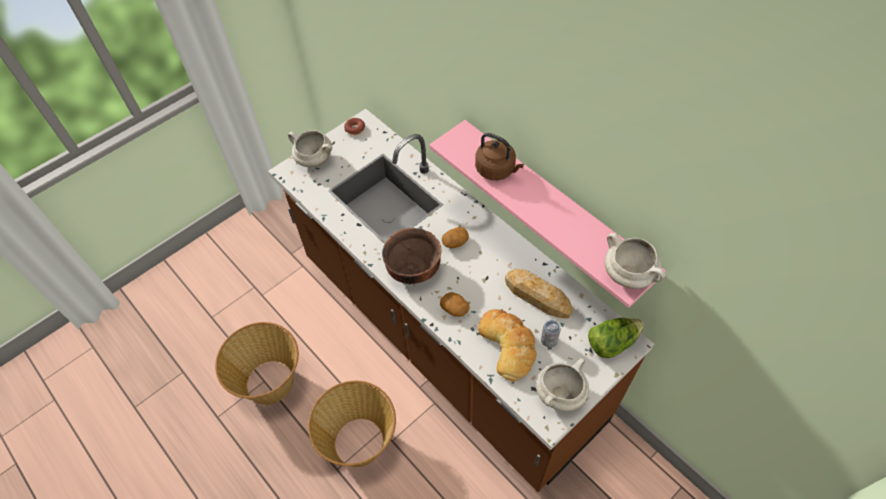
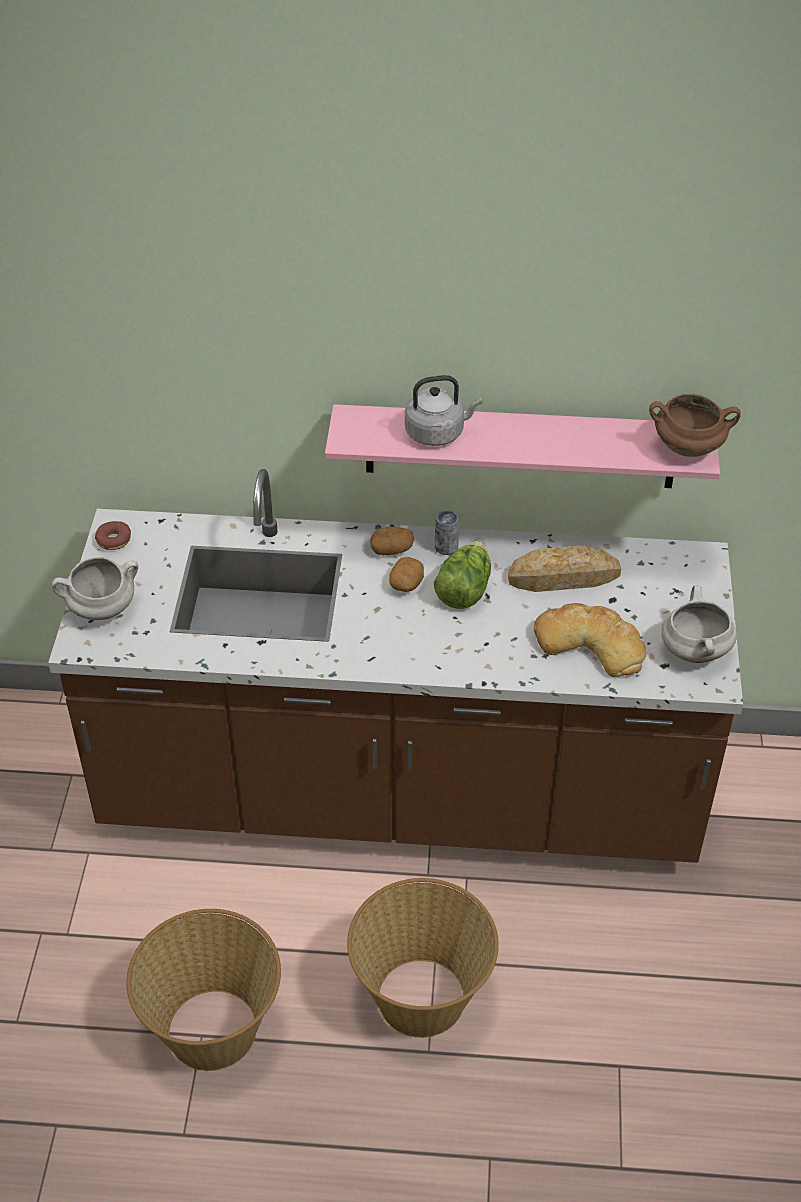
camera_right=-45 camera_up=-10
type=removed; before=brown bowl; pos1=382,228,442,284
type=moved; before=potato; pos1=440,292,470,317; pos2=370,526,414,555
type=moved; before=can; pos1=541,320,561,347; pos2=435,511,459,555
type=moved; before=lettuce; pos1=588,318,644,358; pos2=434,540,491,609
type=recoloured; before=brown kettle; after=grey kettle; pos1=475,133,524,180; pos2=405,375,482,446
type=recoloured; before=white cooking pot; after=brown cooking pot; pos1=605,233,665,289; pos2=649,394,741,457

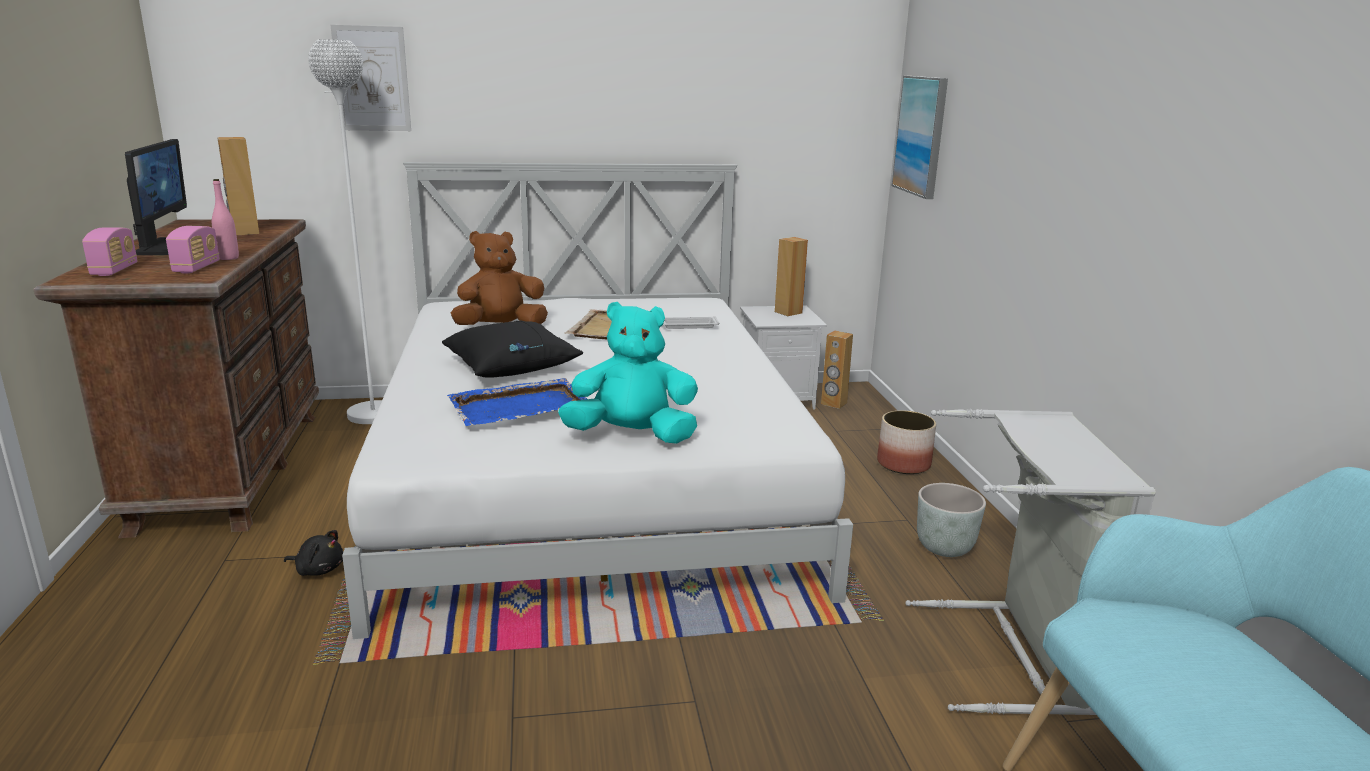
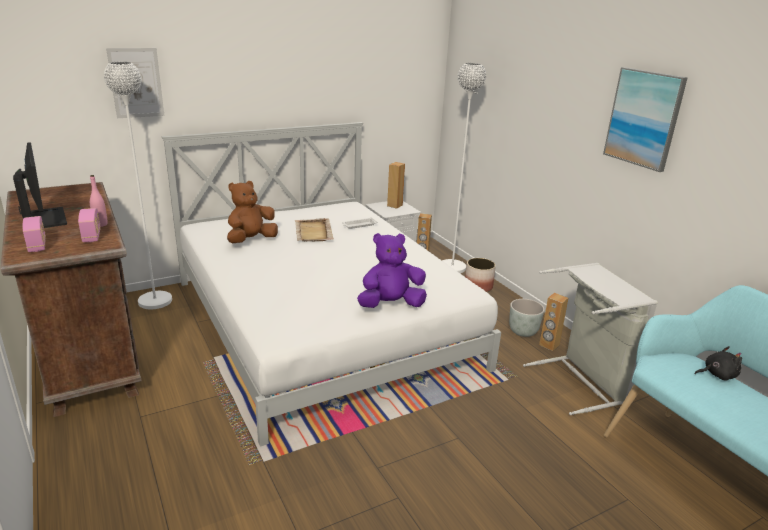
camera_right=-20 camera_up=5
type=removed; before=black pillow; pos1=442,321,583,378
type=removed; before=blue tray; pos1=447,378,587,426
type=added; after=white floor lamp; pos2=442,63,486,273
type=moved; before=brown speaker; pos1=217,137,259,235; pos2=539,293,568,351
type=moved; before=black plush toy; pos1=284,530,343,576; pos2=695,346,742,381
type=moved; before=picture; pos1=892,76,948,199; pos2=603,67,688,172
type=recoloured; before=turquoise plush toy; after=purple plush toy; pos1=558,302,698,444; pos2=357,233,427,308

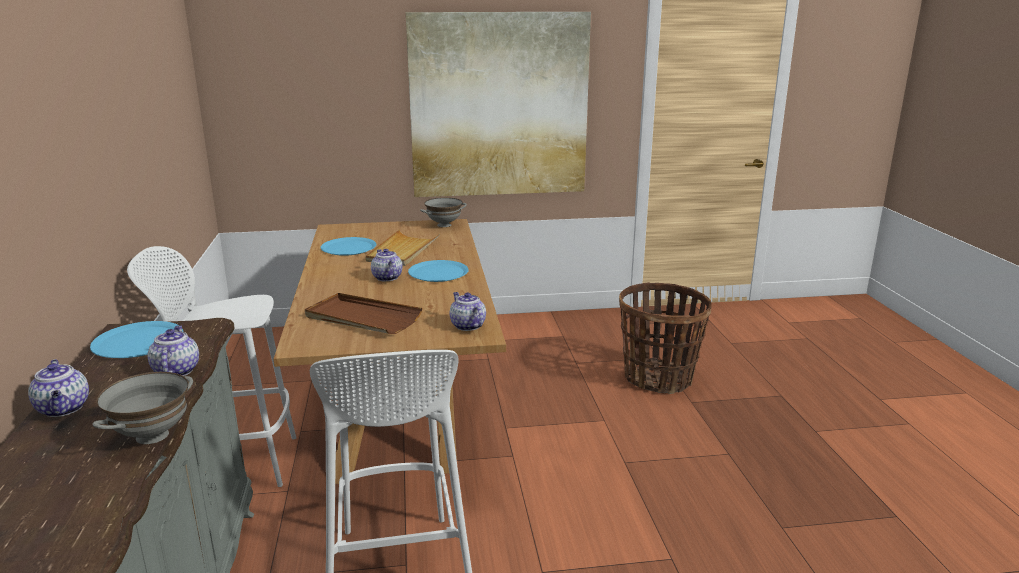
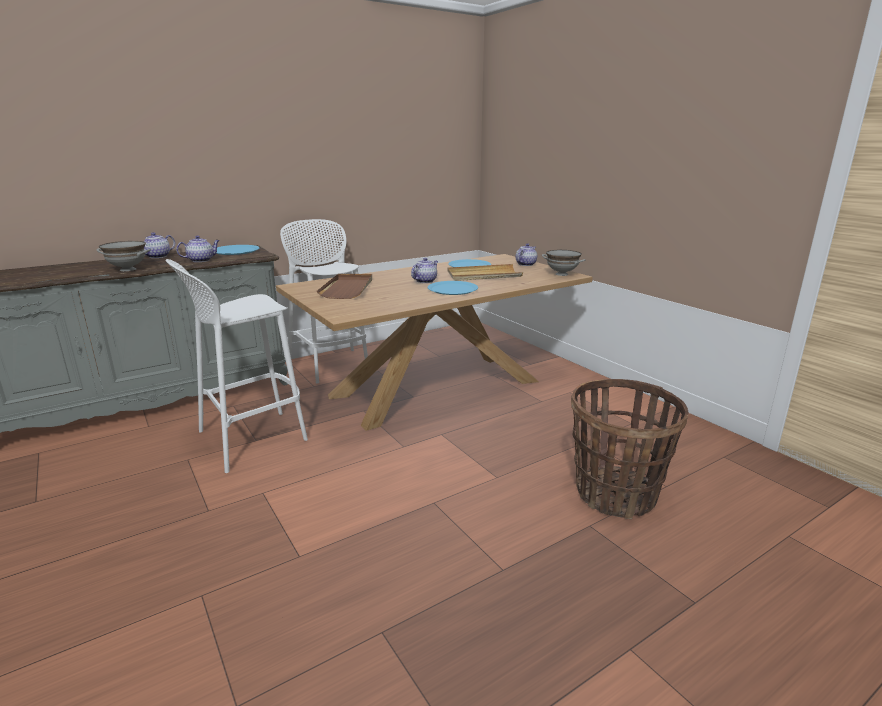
camera_right=65 camera_up=0
type=removed; before=picture; pos1=406,12,591,197
type=moved; before=teapot; pos1=449,292,486,331; pos2=516,243,537,266

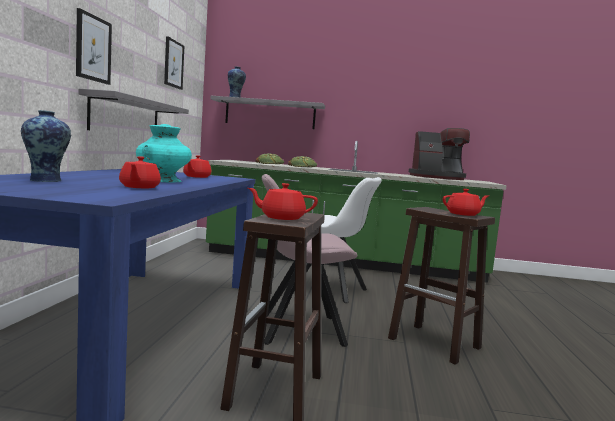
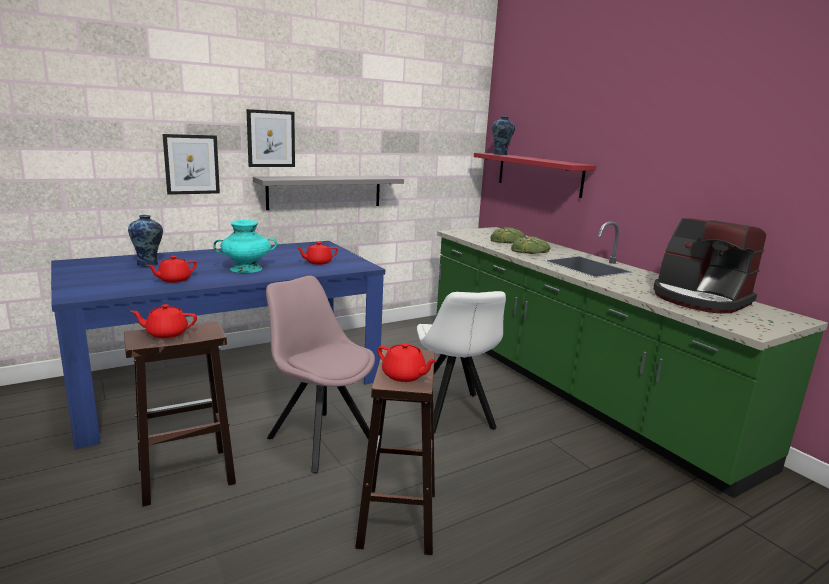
camera_right=50 camera_up=10
type=moved; before=picture; pos1=164,36,184,90; pos2=162,134,220,195
type=recoloured; before=grey shelf; after=red shelf; pos1=210,96,325,129; pos2=474,153,596,198
type=turned; before=red teapot; pos1=248,183,318,220; pos2=130,304,197,338; turn=-60

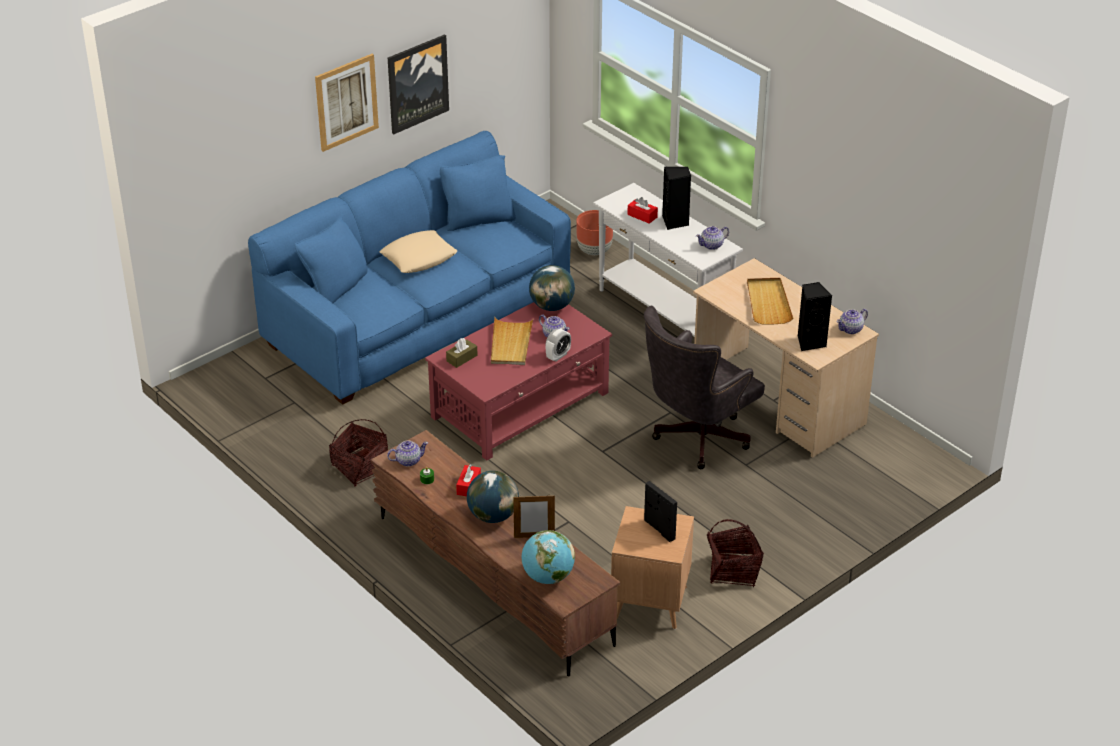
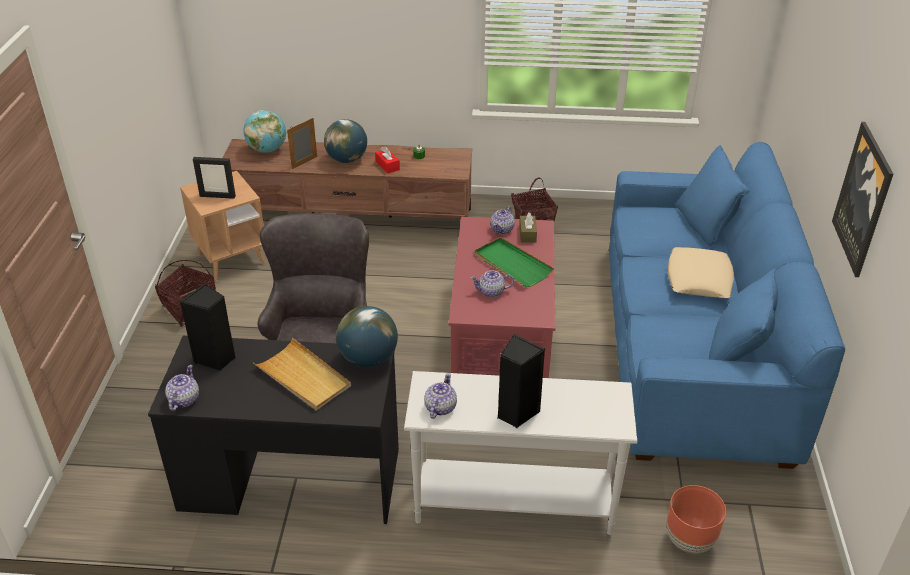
camera_right=135 camera_up=0
type=removed; before=picture; pos1=315,54,379,152
type=removed; before=alarm clock; pos1=545,329,571,362
type=removed; before=red tissue box; pos1=627,197,658,224
type=moved; before=teapot; pos1=387,441,428,467; pos2=491,206,515,234
type=moved; before=globe; pos1=529,265,575,311; pos2=336,306,398,367
type=recoloured; before=beige tray; after=green tray; pos1=491,317,533,365; pos2=474,237,554,287
type=recoloured; before=beige desk; after=black desk; pos1=693,258,879,458; pos2=148,336,399,524

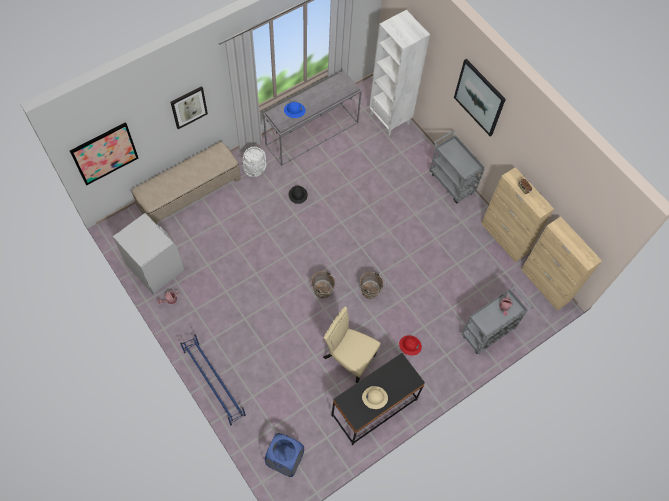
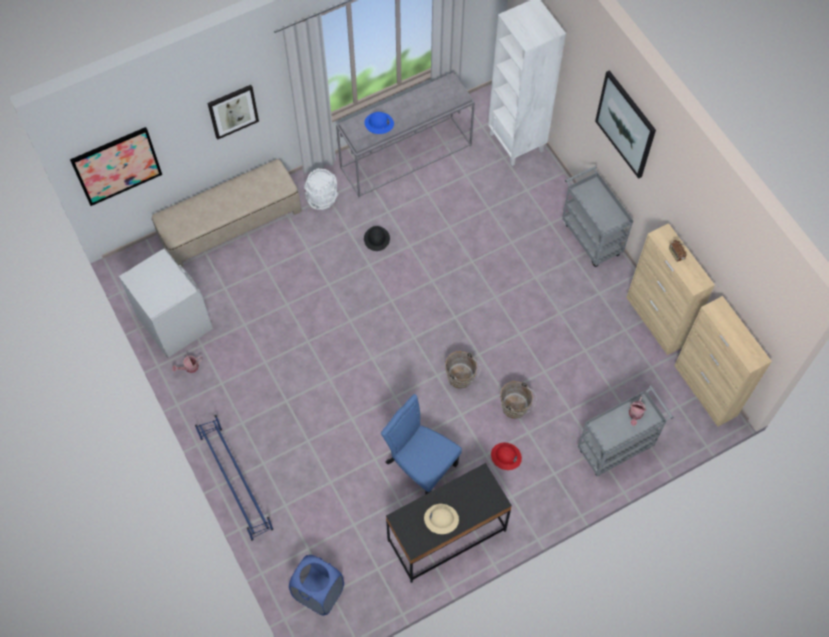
camera_right=10 camera_up=0
type=moved; before=brown bucket; pos1=311,271,338,298; pos2=500,381,537,419
type=recoloured; before=beige chair; after=blue chair; pos1=323,306,381,383; pos2=381,394,462,495

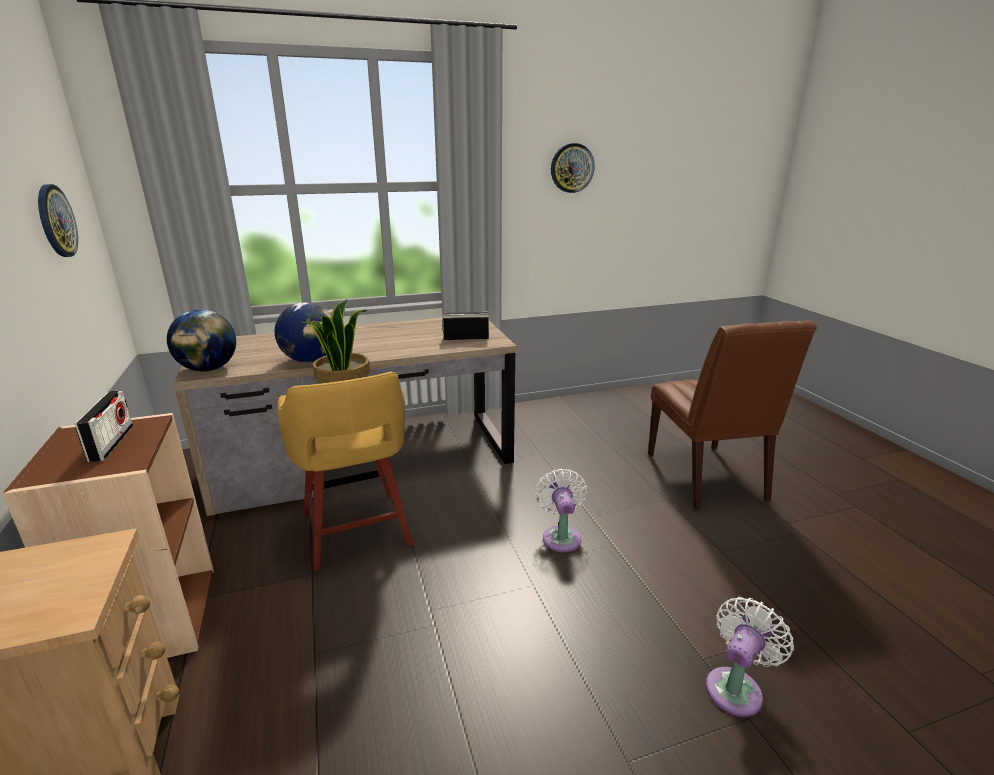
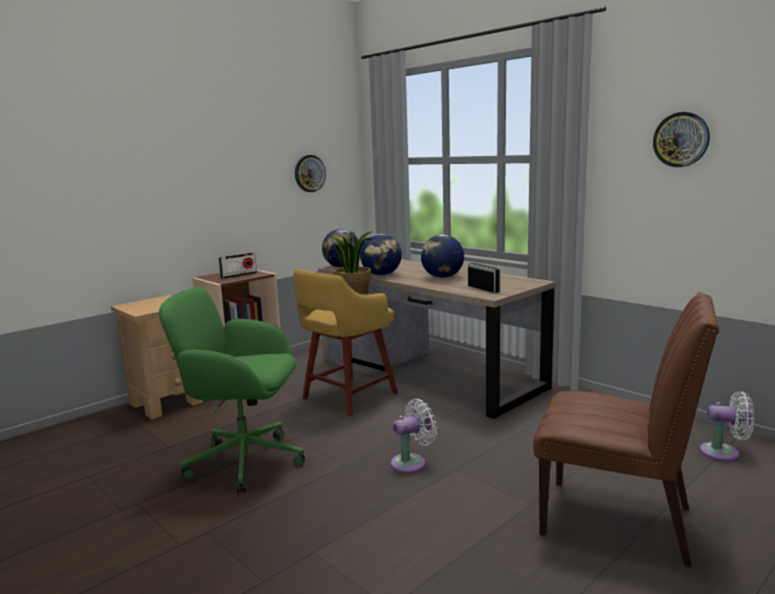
camera_right=65 camera_up=-10
type=added; after=green office chair; pos2=159,287,305,493
type=added; after=globe; pos2=421,235,464,278
type=moved; before=white fan; pos1=706,597,794,717; pos2=700,391,754,461
type=turned; before=brown chair; pos1=648,320,817,510; pos2=533,292,719,567; turn=-120

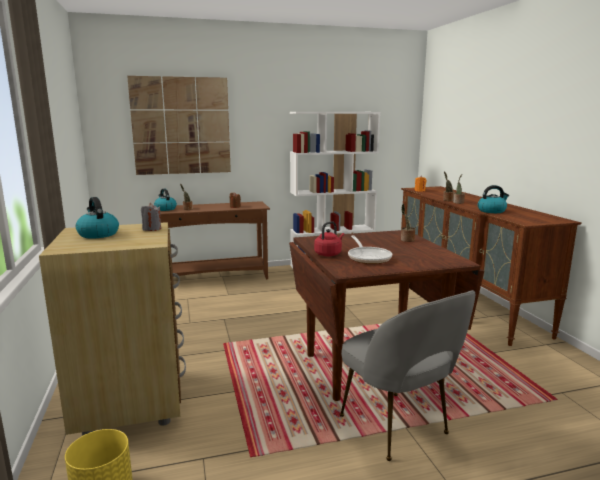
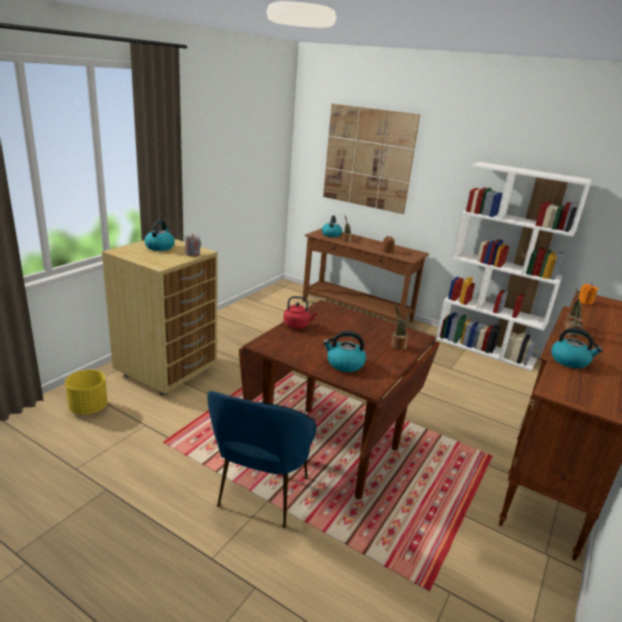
camera_right=45 camera_up=10
type=removed; before=frying pan; pos1=348,235,392,264
type=added; after=kettle; pos2=323,331,366,372
type=recoloured; before=grey chair; after=blue chair; pos1=340,290,475,461; pos2=207,391,316,528

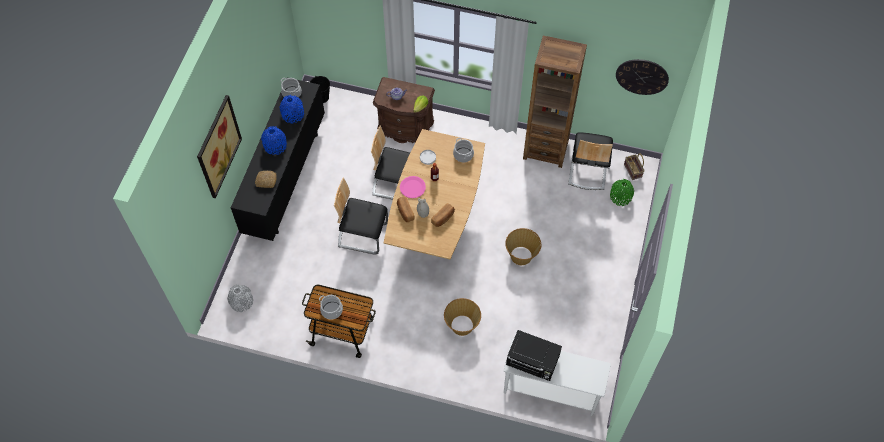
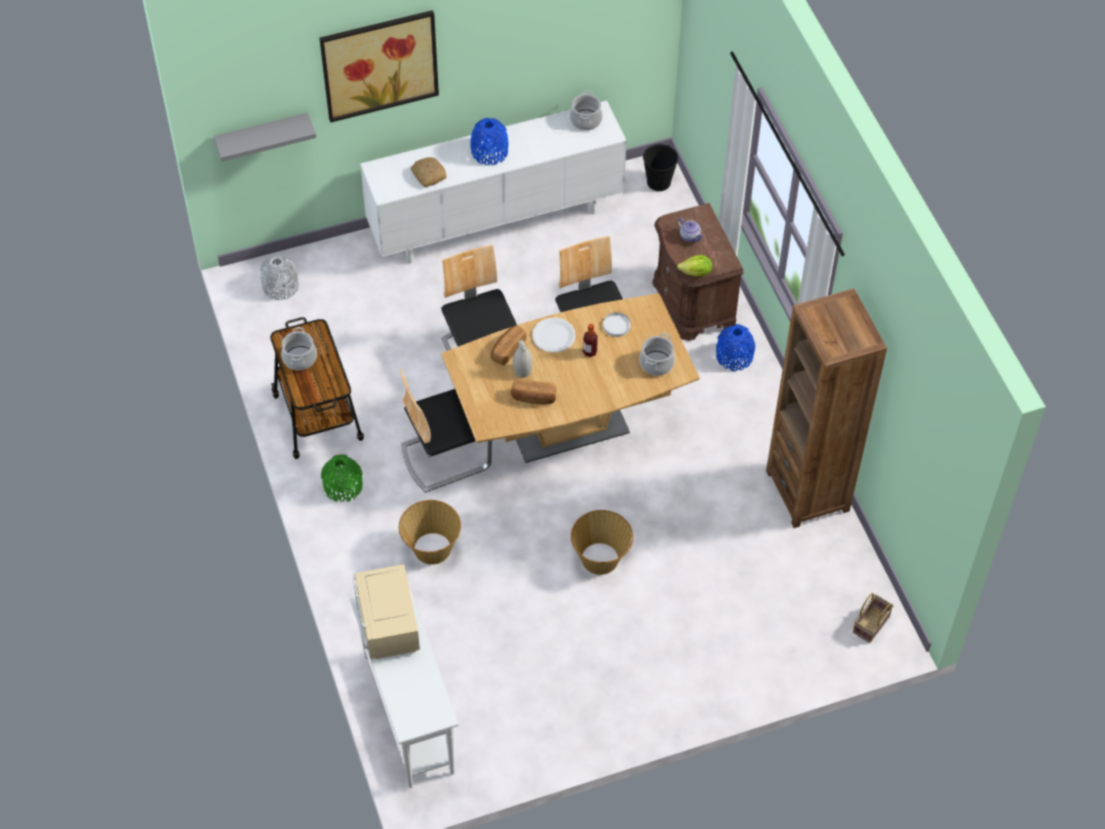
camera_right=55 camera_up=-5
type=removed; before=wall clock; pos1=616,59,669,95
type=added; after=grey shelf; pos2=213,113,316,162
type=moved; before=blue vase; pos1=280,95,304,124; pos2=716,324,755,371
type=moved; before=chair; pos1=568,132,613,190; pos2=399,369,492,493
type=moved; before=green vase; pos1=610,179,634,206; pos2=321,454,362,502
type=recoloured; before=black cabinet; after=white cabinet; pos1=231,77,325,241; pos2=360,101,627,263
type=recoloured; before=pink plate; after=white plate; pos1=400,176,426,198; pos2=532,317,576,353
type=recoloured; before=black microwave; after=beige microwave; pos1=506,330,562,381; pos2=353,564,420,659

